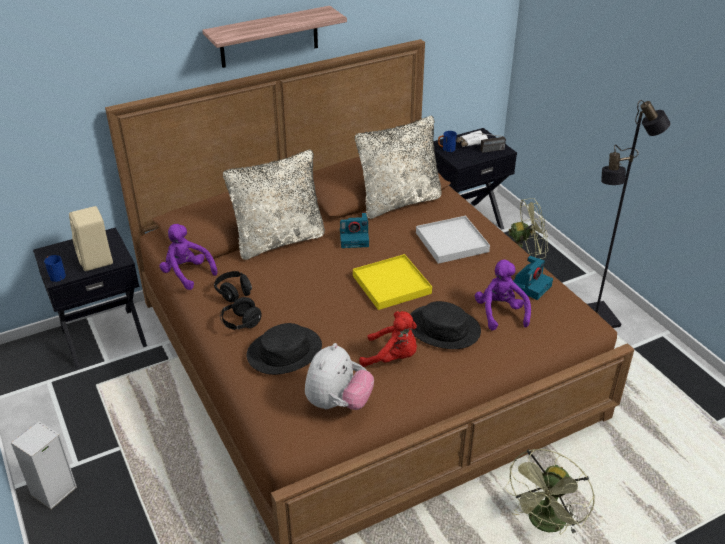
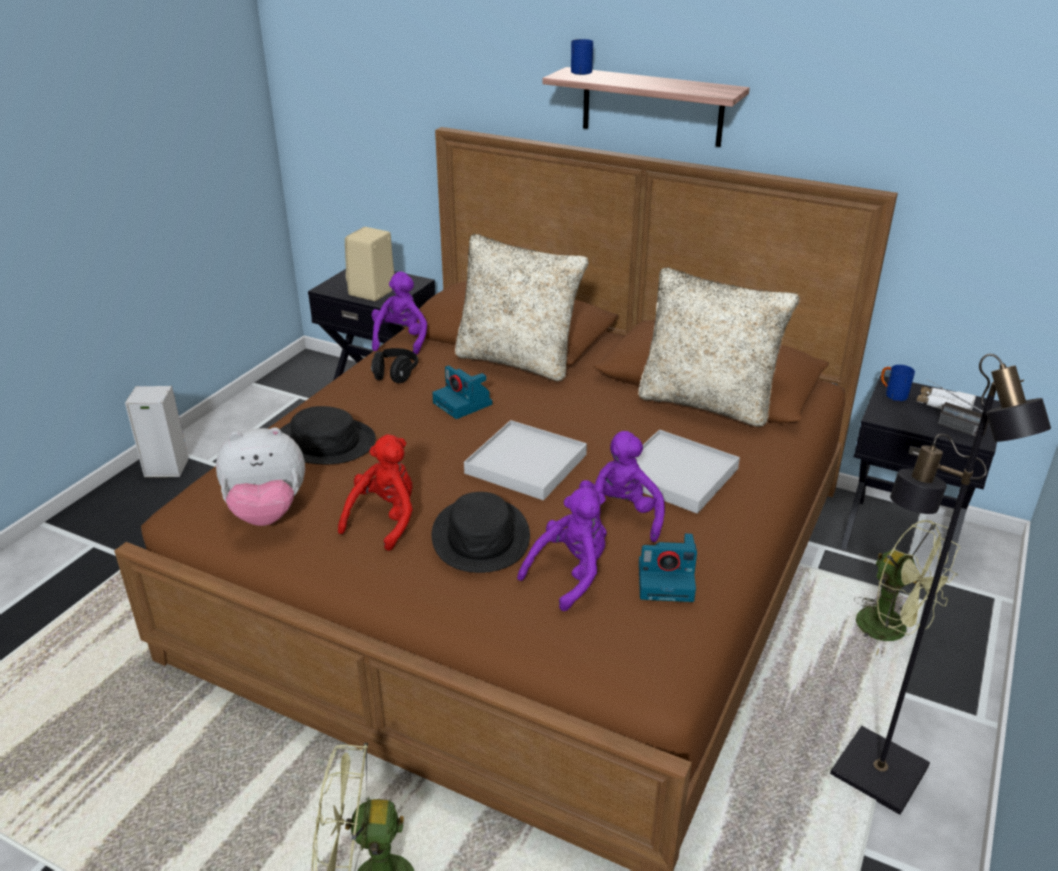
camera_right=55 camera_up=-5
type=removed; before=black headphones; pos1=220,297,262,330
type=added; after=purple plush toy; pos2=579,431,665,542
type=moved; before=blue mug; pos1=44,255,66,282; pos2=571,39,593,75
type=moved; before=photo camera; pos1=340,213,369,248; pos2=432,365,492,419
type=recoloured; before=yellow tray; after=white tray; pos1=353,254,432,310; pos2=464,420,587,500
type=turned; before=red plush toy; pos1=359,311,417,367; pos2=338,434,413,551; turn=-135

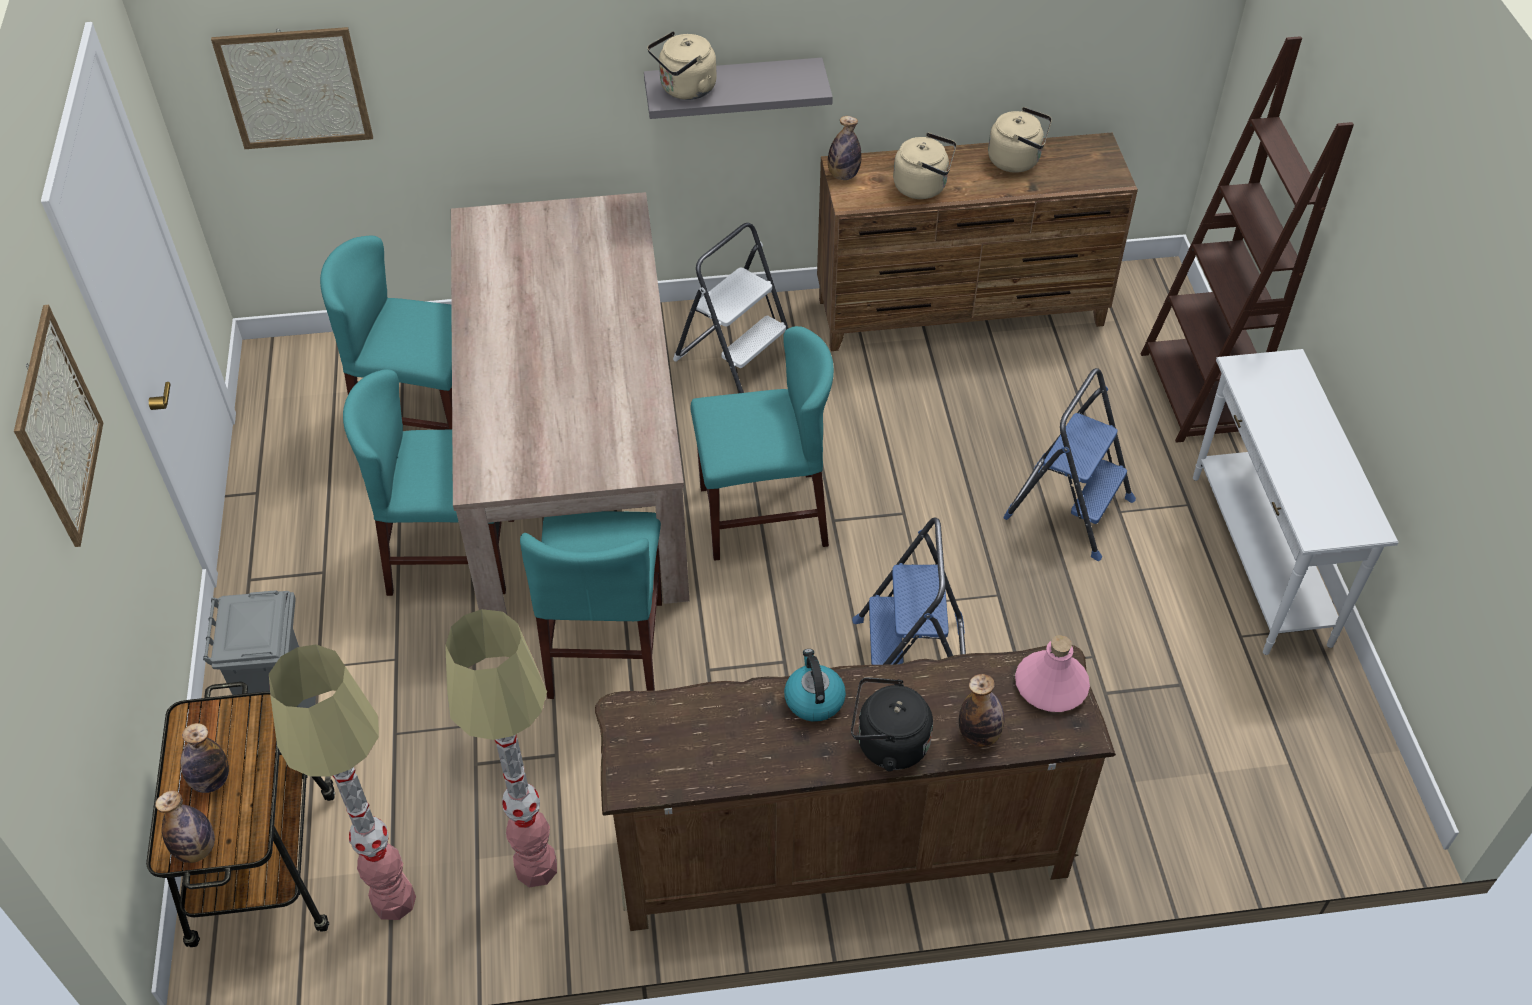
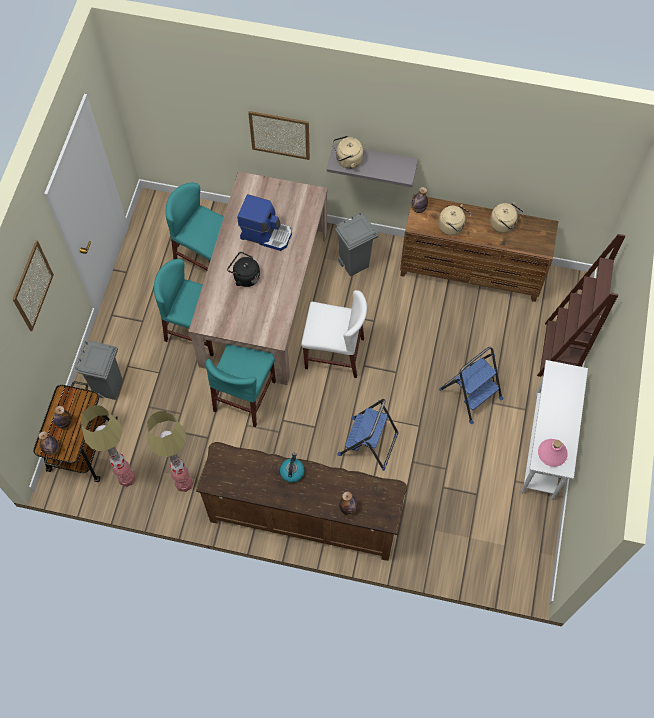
camera_right=20 camera_up=15
type=added; after=coffee machine; pos2=237,194,292,251
type=moved; before=picture; pos1=211,27,373,149; pos2=248,111,310,160
type=moved; before=black kettle; pos1=851,677,933,771; pos2=227,252,260,287
type=moved; before=pink bottle; pos1=1015,635,1090,712; pos2=538,439,568,467
type=replaced; before=white step ladder; after=grey trash can; pos1=673,223,788,393; pos2=335,212,378,277
type=recoloured; before=turquoise chair; after=white chair; pos1=690,326,834,561; pos2=301,290,367,378

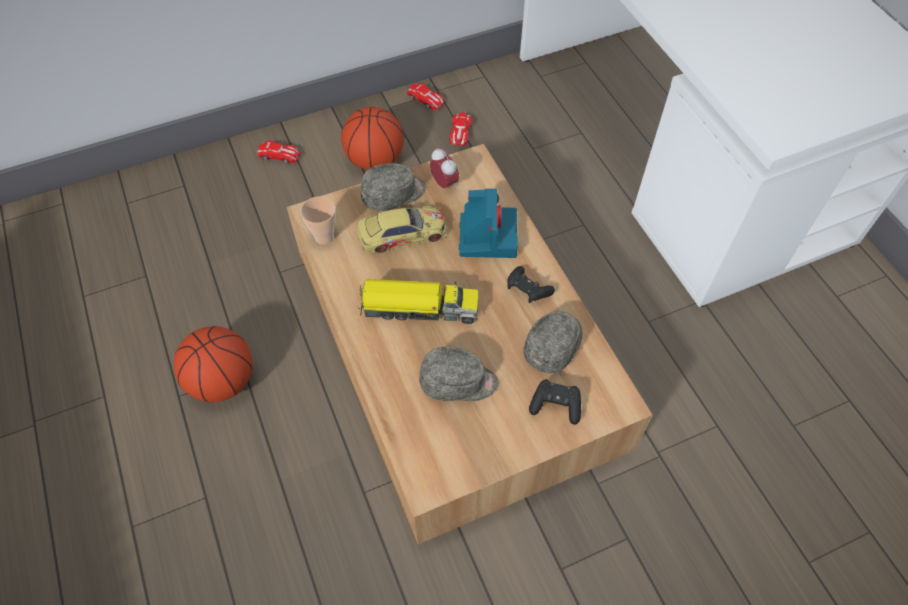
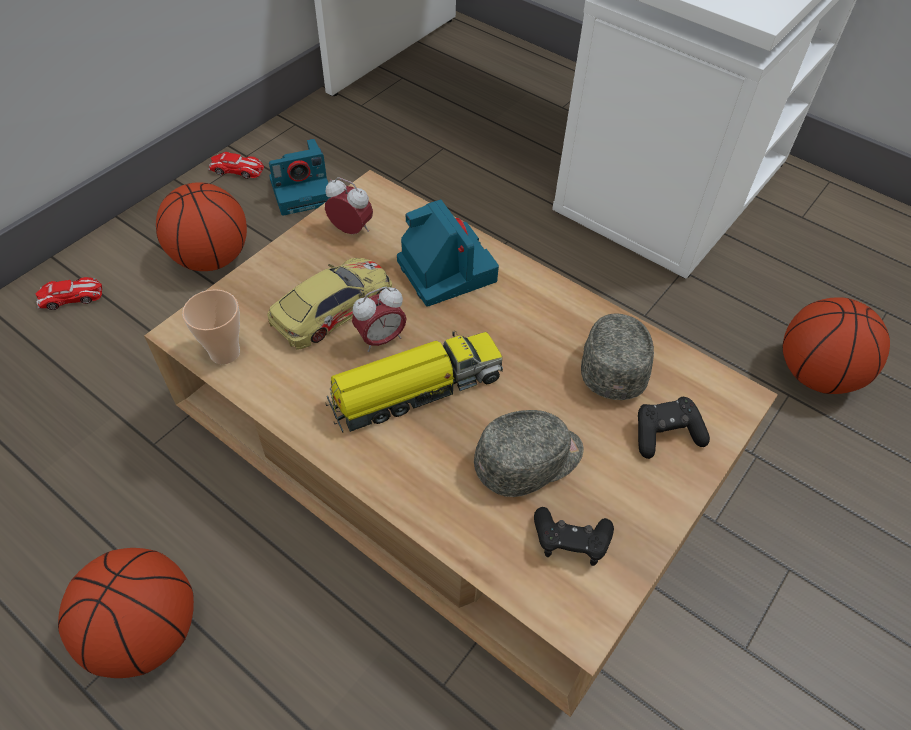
camera_right=-30 camera_up=-5
type=removed; before=grey cap; pos1=361,163,426,211
type=added; after=alarm clock; pos2=352,286,407,352
type=added; after=basketball; pos2=783,297,890,394
type=moved; before=black game controller; pos1=507,266,555,303; pos2=534,507,614,566
type=replaced; before=toy car; after=photo camera; pos1=450,112,472,146; pos2=269,139,331,216

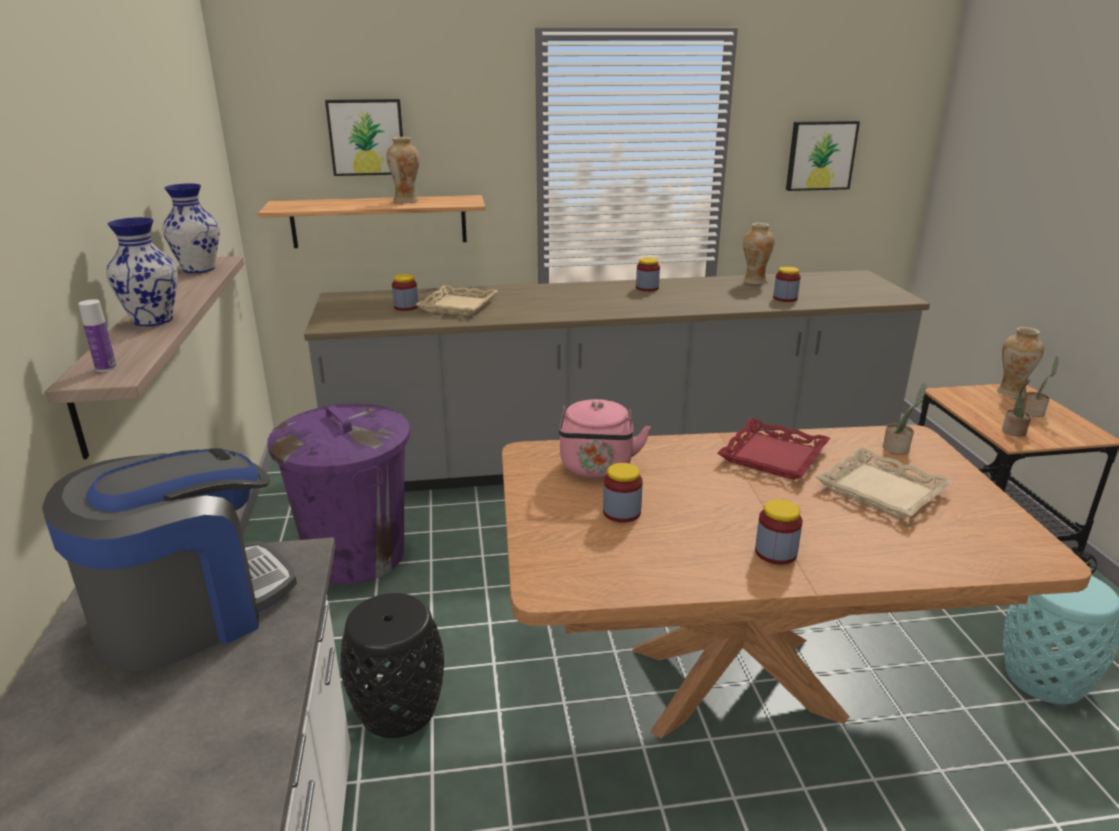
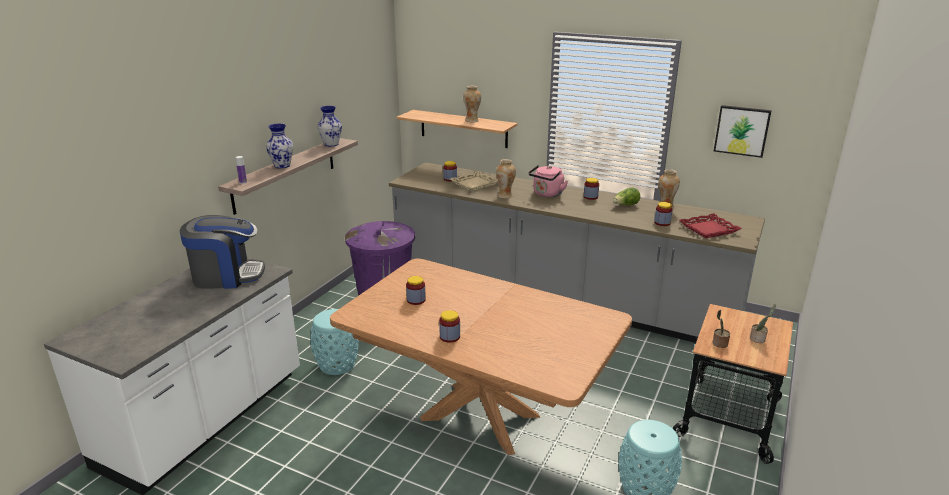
camera_right=35 camera_up=0
type=removed; before=picture; pos1=325,99,403,176
type=removed; before=beige tray; pos1=815,447,953,519
type=removed; before=potted plant; pos1=883,384,926,455
type=added; after=lettuce; pos2=613,188,640,205
type=moved; before=pink kettle; pos1=559,399,651,478; pos2=529,165,568,197
type=moved; before=red tray; pos1=718,418,830,480; pos2=679,213,742,238
type=moved; before=vase; pos1=997,327,1044,398; pos2=496,159,516,199
type=recoloured; before=black stool; after=turquoise stool; pos1=341,593,444,738; pos2=311,309,359,375

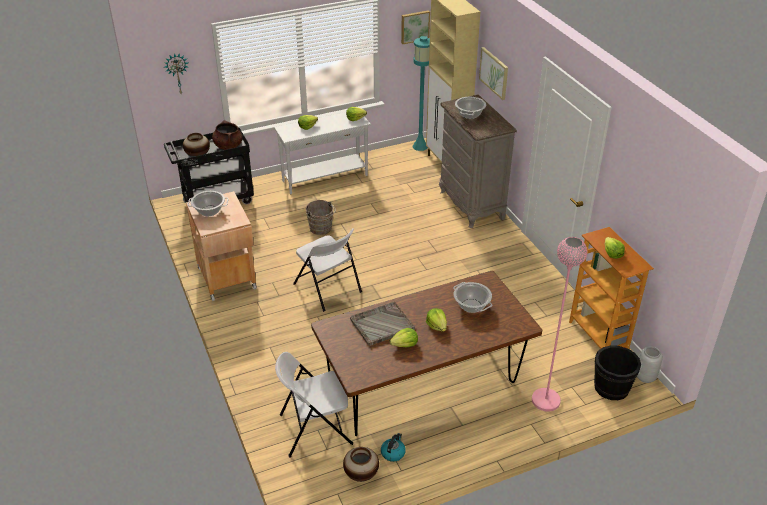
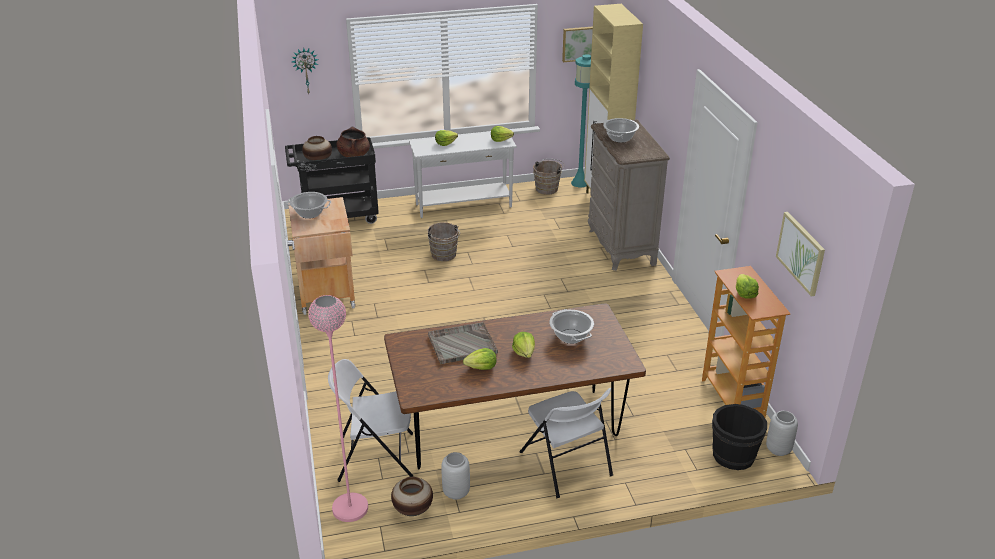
camera_right=10 camera_up=-5
type=added; after=brown bucket; pos2=533,159,564,195
type=moved; before=white chair; pos1=293,228,362,312; pos2=520,388,613,499
type=moved; before=picture; pos1=479,47,508,100; pos2=776,212,825,297
type=moved; before=pink floor lamp; pos1=532,237,587,412; pos2=308,295,368,522
type=replaced; before=kettle; after=grey vase; pos1=381,433,406,462; pos2=441,452,470,500

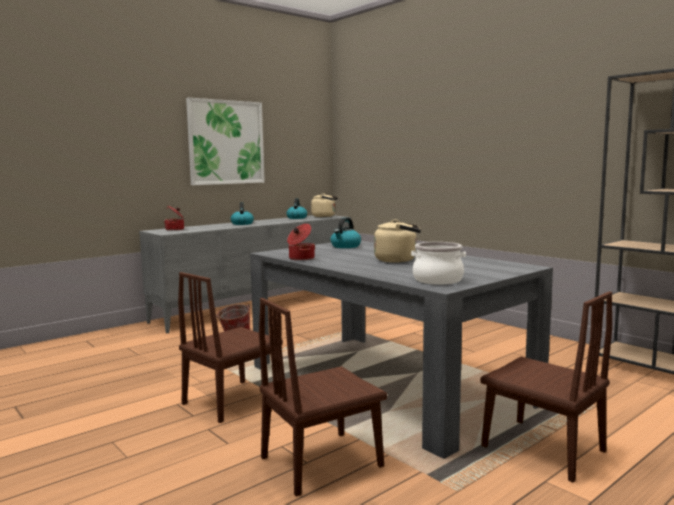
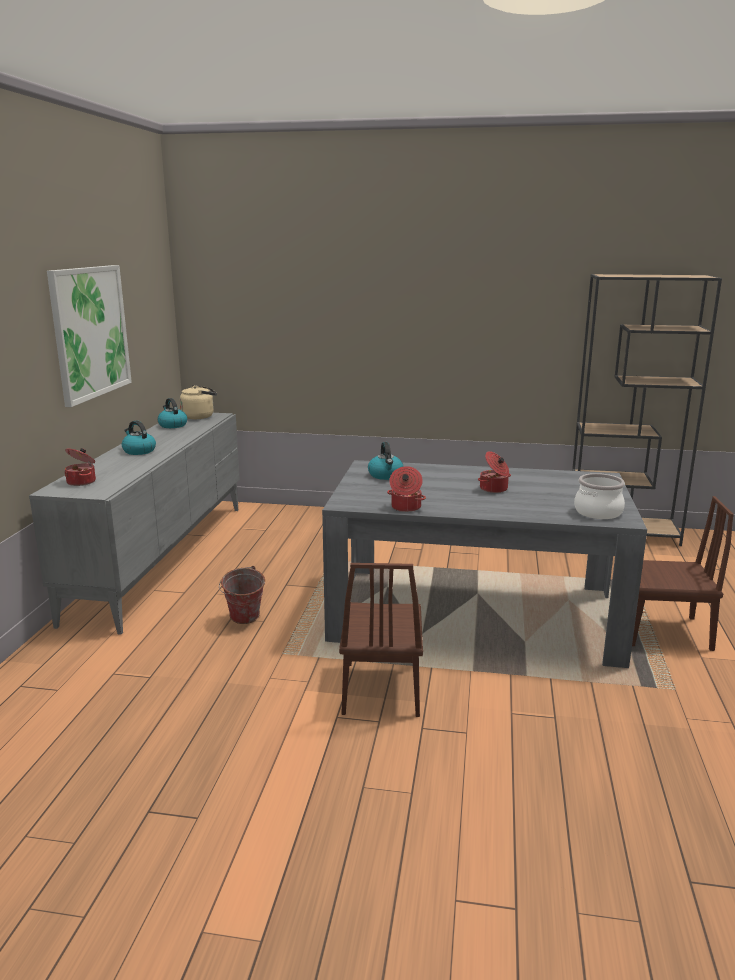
camera_right=-40 camera_up=10
type=removed; before=brown chair; pos1=259,298,387,497
type=replaced; before=beige kettle; after=cooking pot; pos1=374,219,421,263; pos2=478,451,511,493

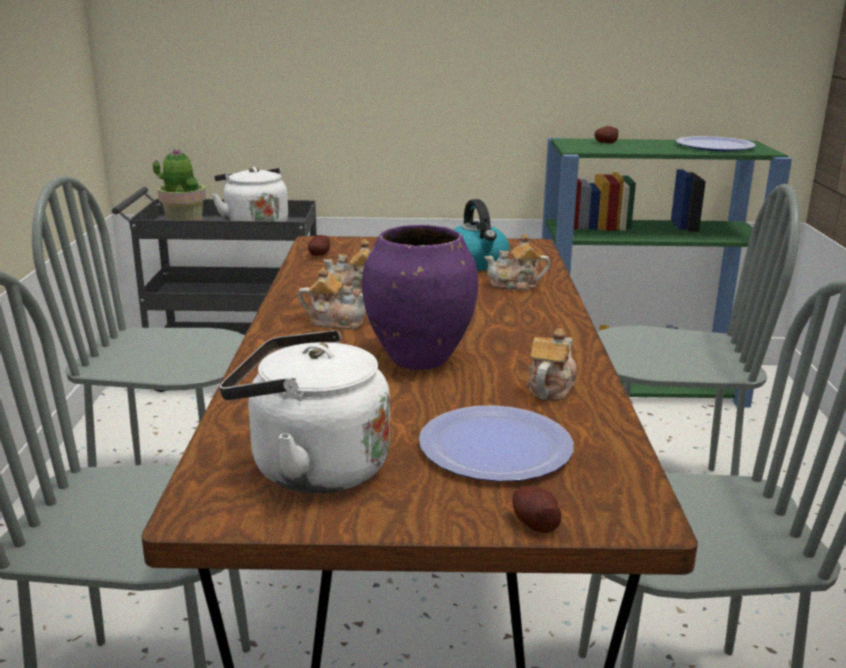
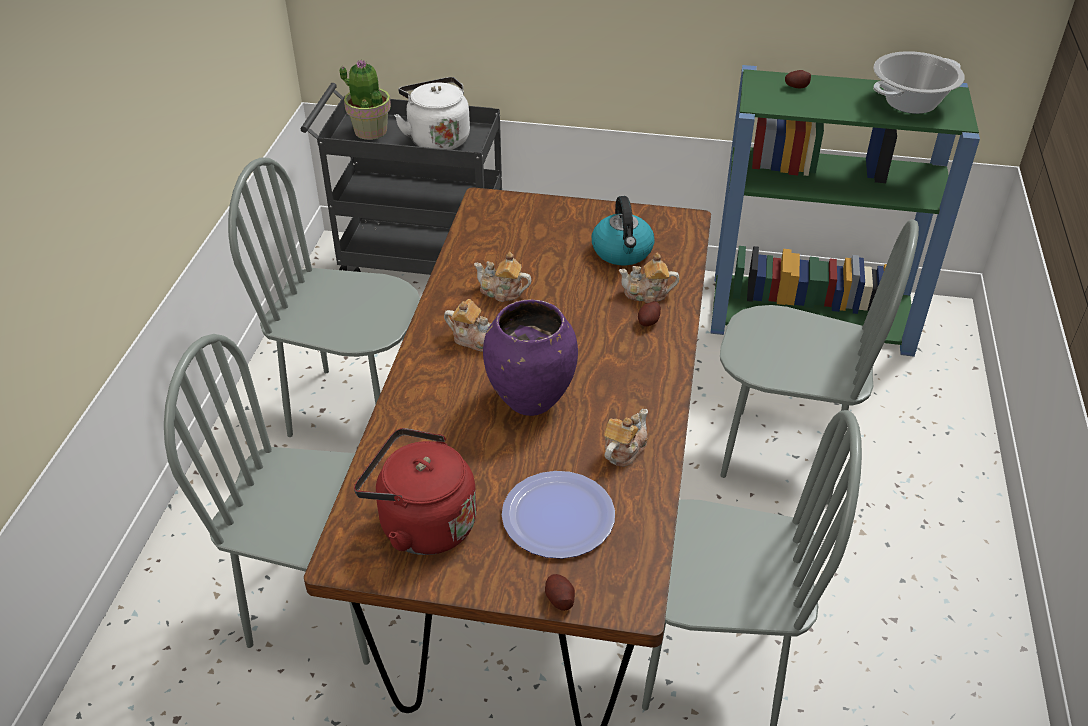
camera_right=10 camera_up=20
type=moved; before=potato; pos1=308,235,330,256; pos2=638,301,661,327
type=replaced; before=plate; after=cooking pot; pos1=676,136,756,151; pos2=873,51,965,114
type=recoloured; before=white kettle; after=red kettle; pos1=219,330,390,493; pos2=354,428,477,555

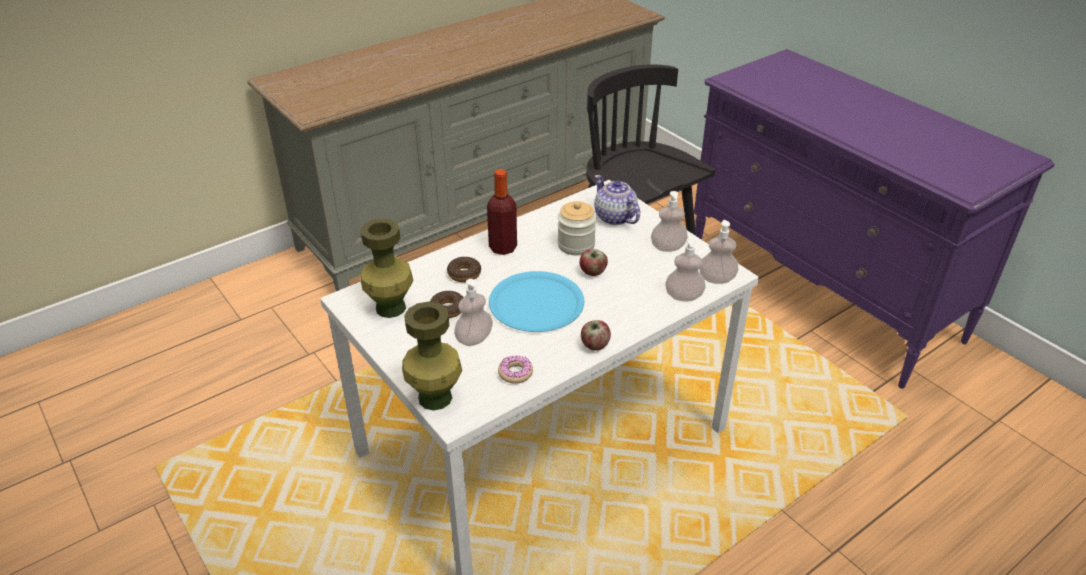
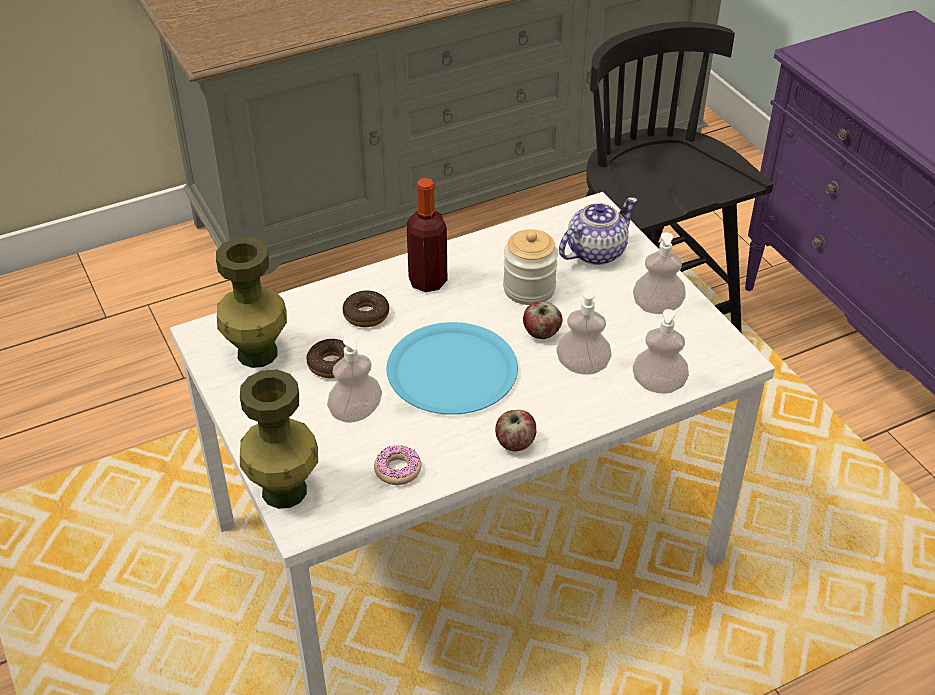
camera_right=10 camera_up=5
type=moved; before=soap dispenser; pos1=699,220,738,284; pos2=557,288,612,375
type=turned; before=teapot; pos1=594,175,640,225; pos2=559,197,637,265; turn=75

